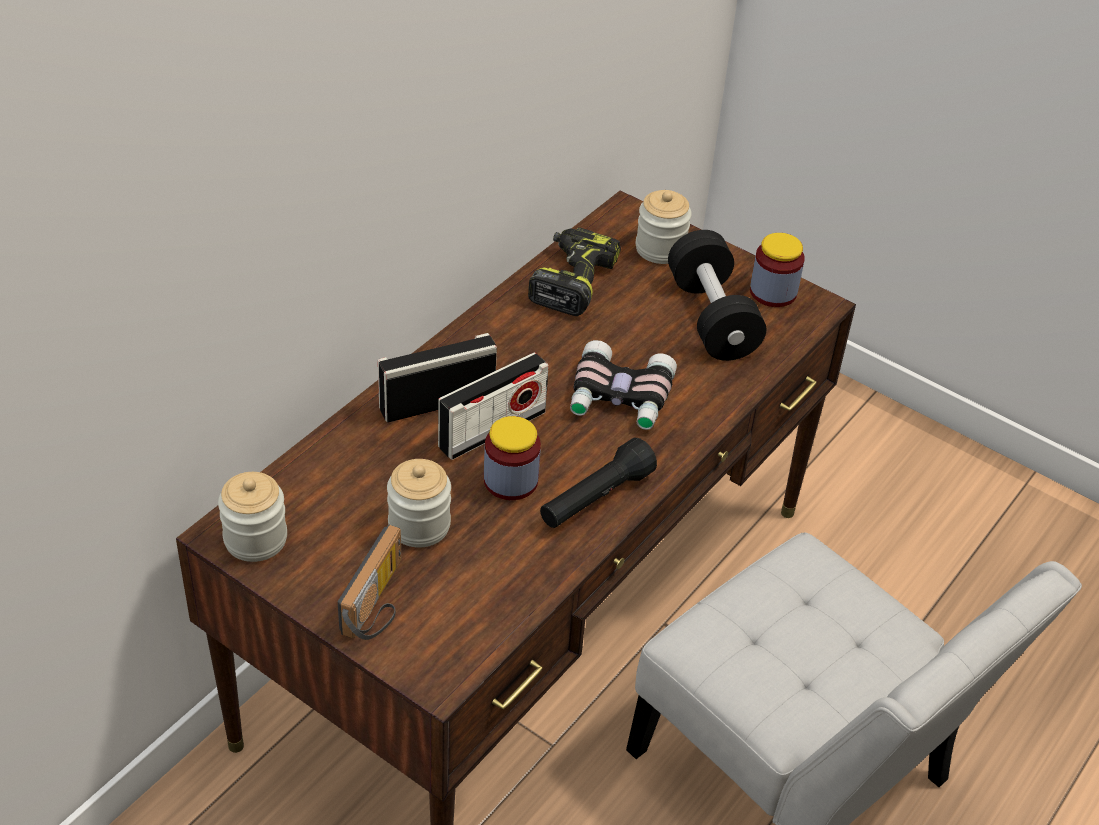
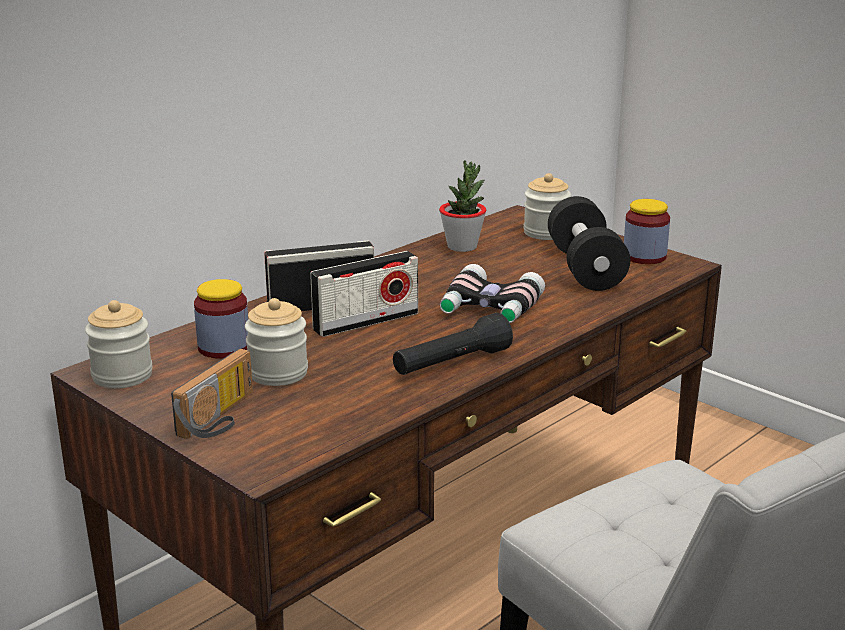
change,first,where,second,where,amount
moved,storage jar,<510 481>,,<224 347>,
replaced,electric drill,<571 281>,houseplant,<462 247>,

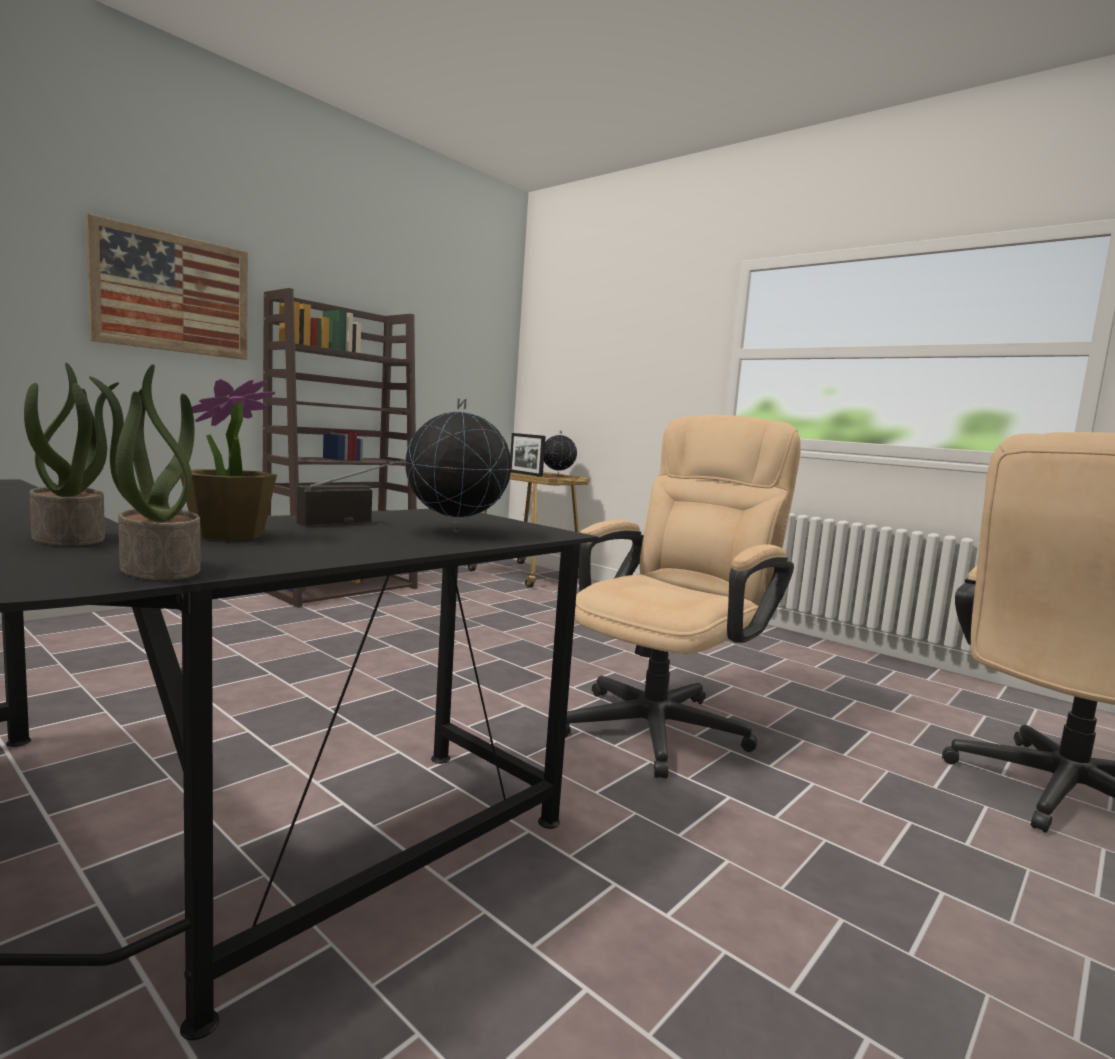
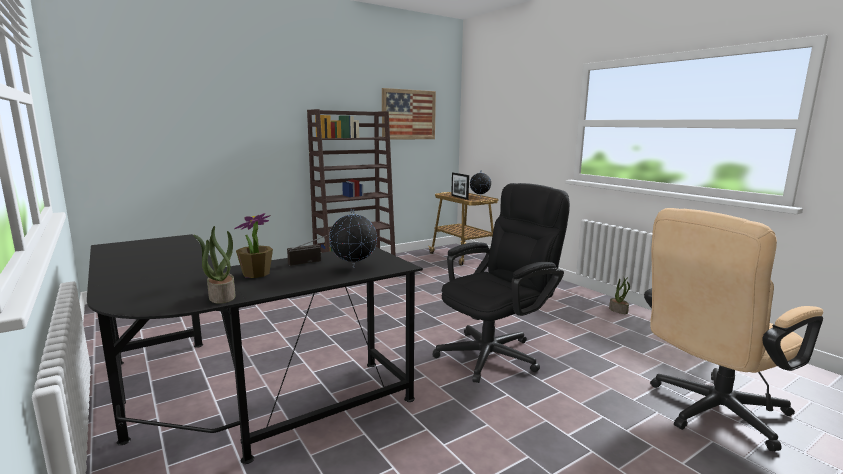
change,first,where,second,where,amount
moved,houseplant,<71 538>,,<618 310>,
moved,wall picture,<173 293>,,<408 114>,
recoloured,beige desk chair,<665 723>,black desk chair,<496 353>,

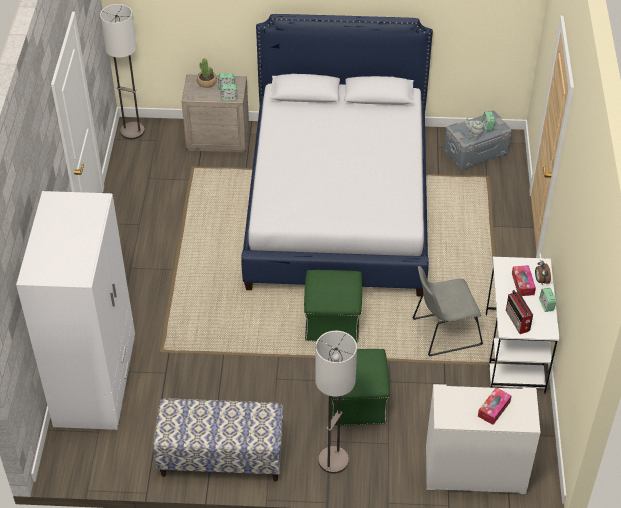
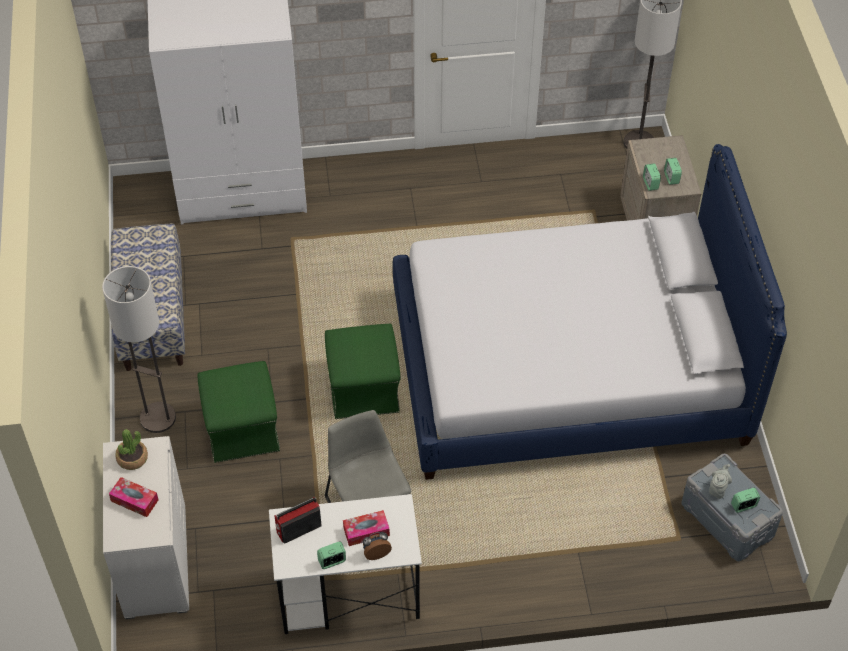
change,first,where,second,where,amount
moved,houseplant,<207 82>,,<132 458>,

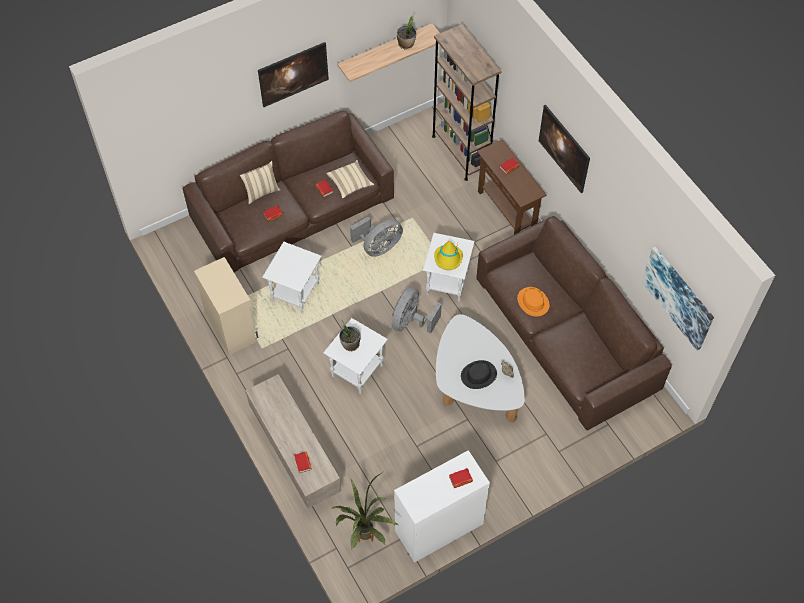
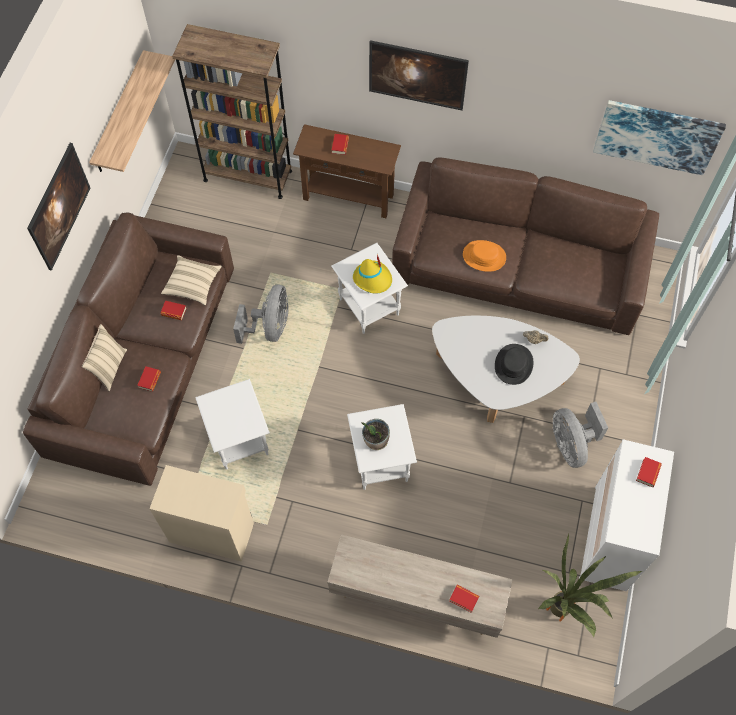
change,first,where,second,where,amount
removed,houseplant,<406 44>,,,
moved,grey electric fan,<411 322>,,<571 444>,

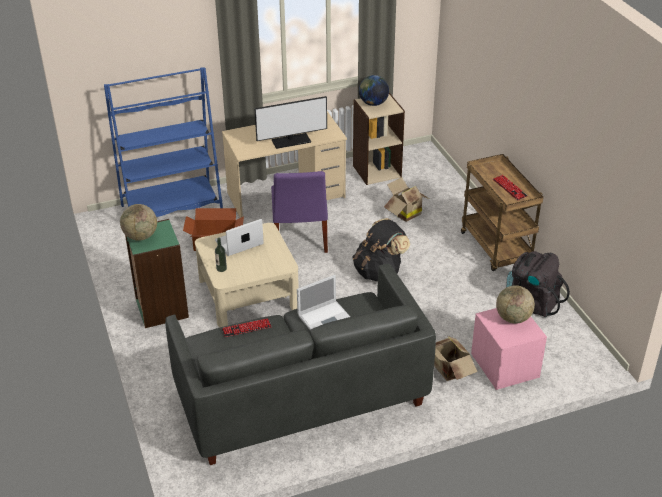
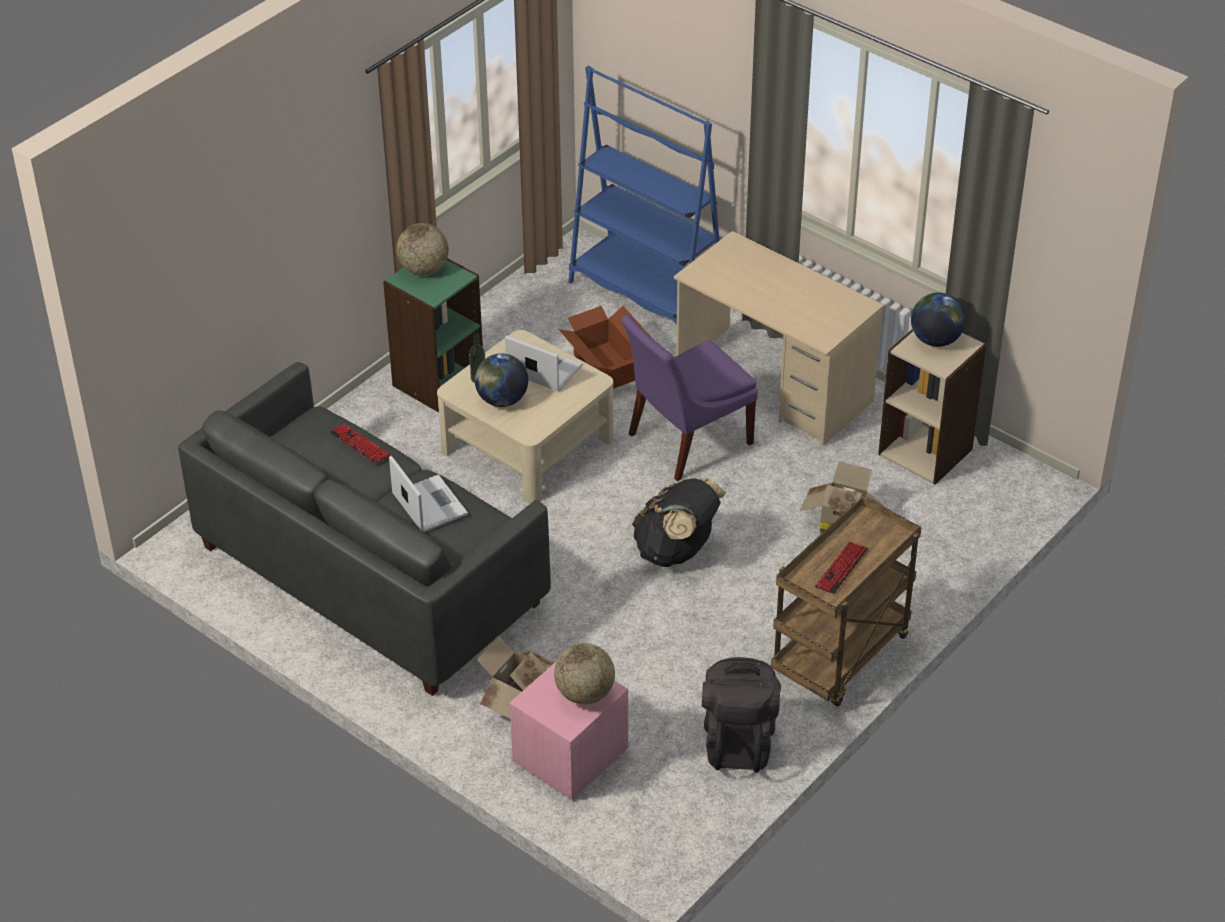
change,first,where,second,where,amount
removed,computer screen,<291 141>,,,
added,,,desk globe,<502 400>,
turned,laptop,<325 317>,,<428 503>,150 degrees counterclockwise

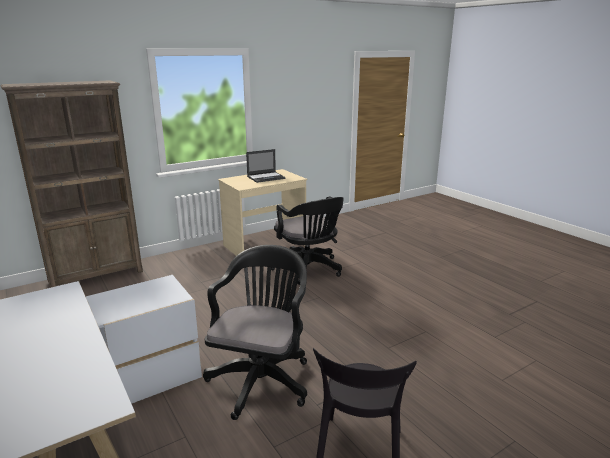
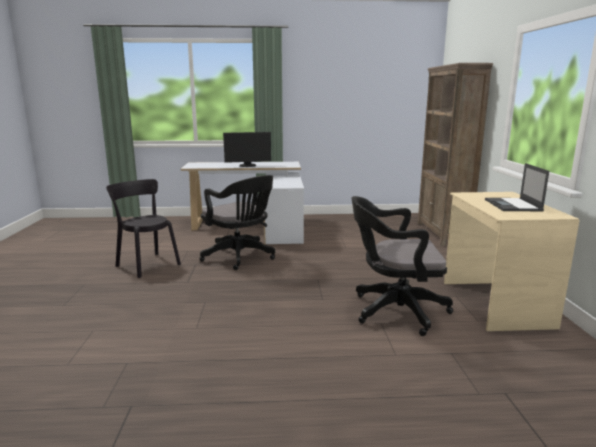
change,first,where,second,where,amount
added,,,computer screen,<247 166>,

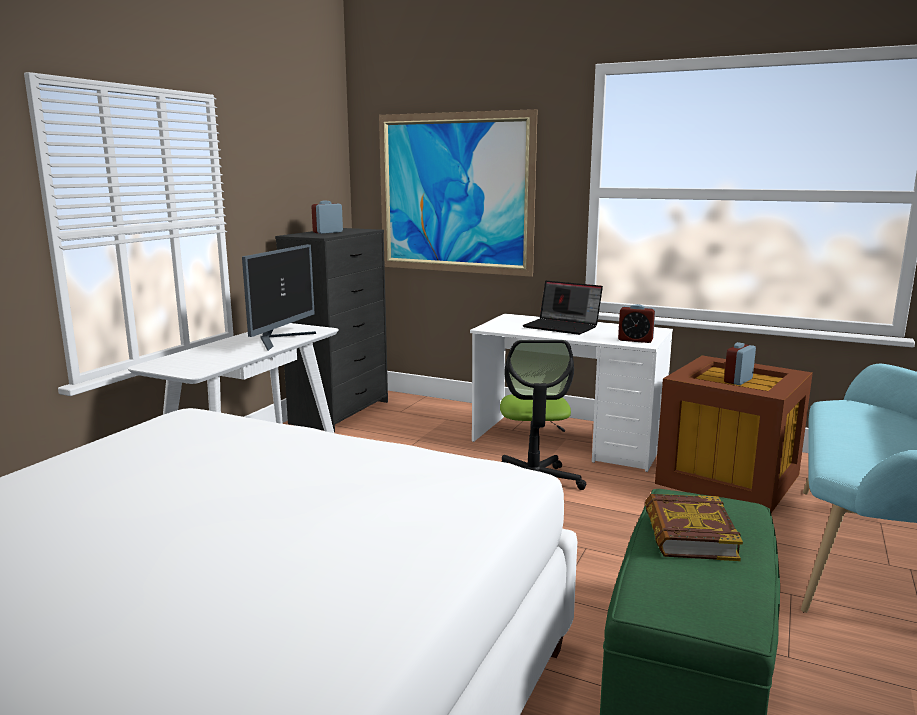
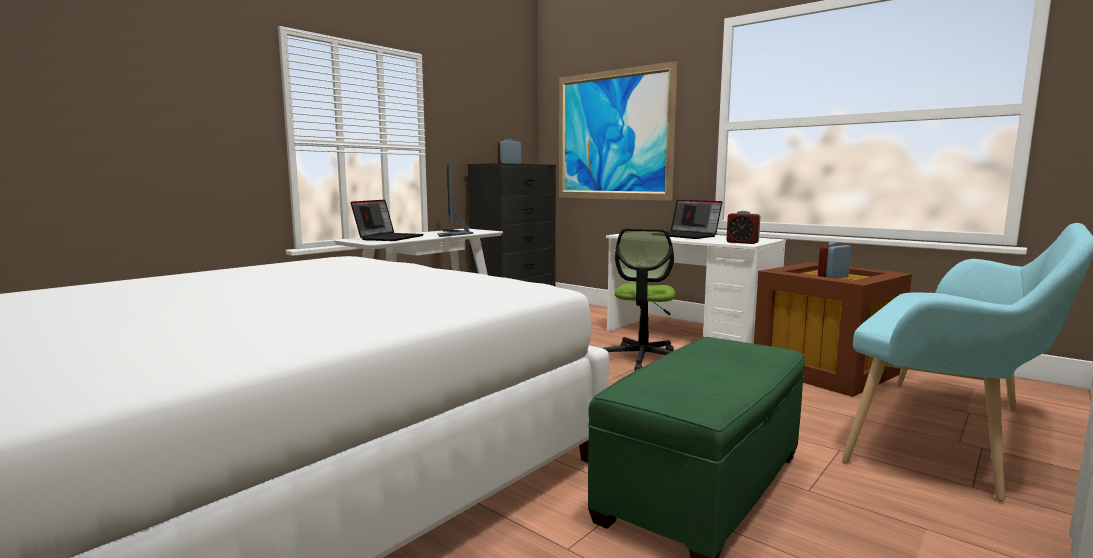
change,first,where,second,where,amount
removed,volume,<688 534>,,,
added,,,laptop,<389 238>,
turned,computer screen,<281 340>,,<454 234>,135 degrees clockwise

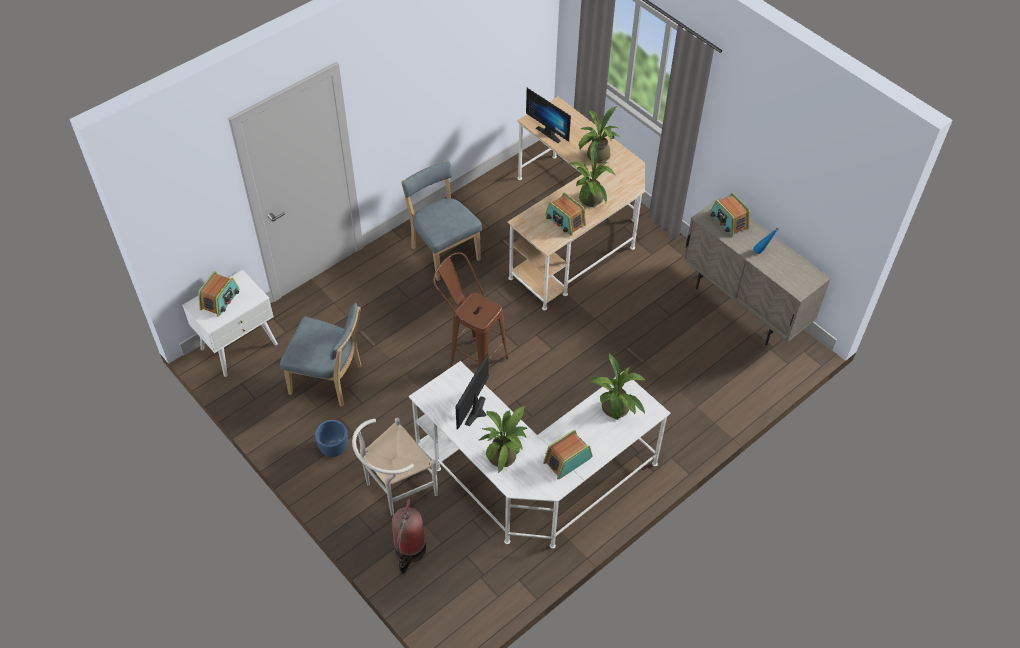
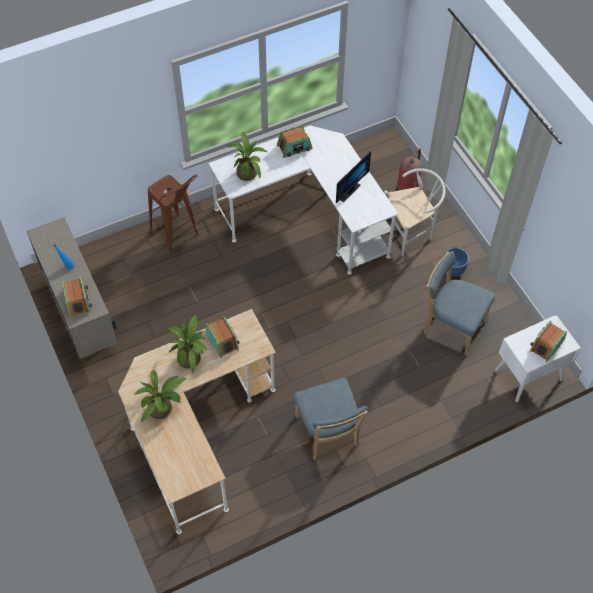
change,first,where,second,where,amount
removed,houseplant,<505 454>,,,
removed,computer screen,<550 132>,,,
moved,brown-coloured sitting stool,<471 359>,,<178 238>,

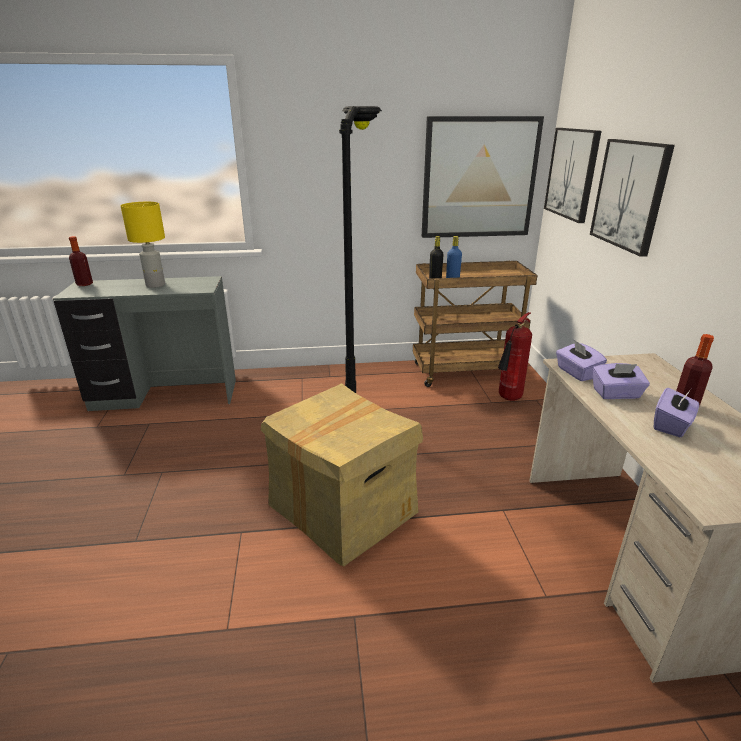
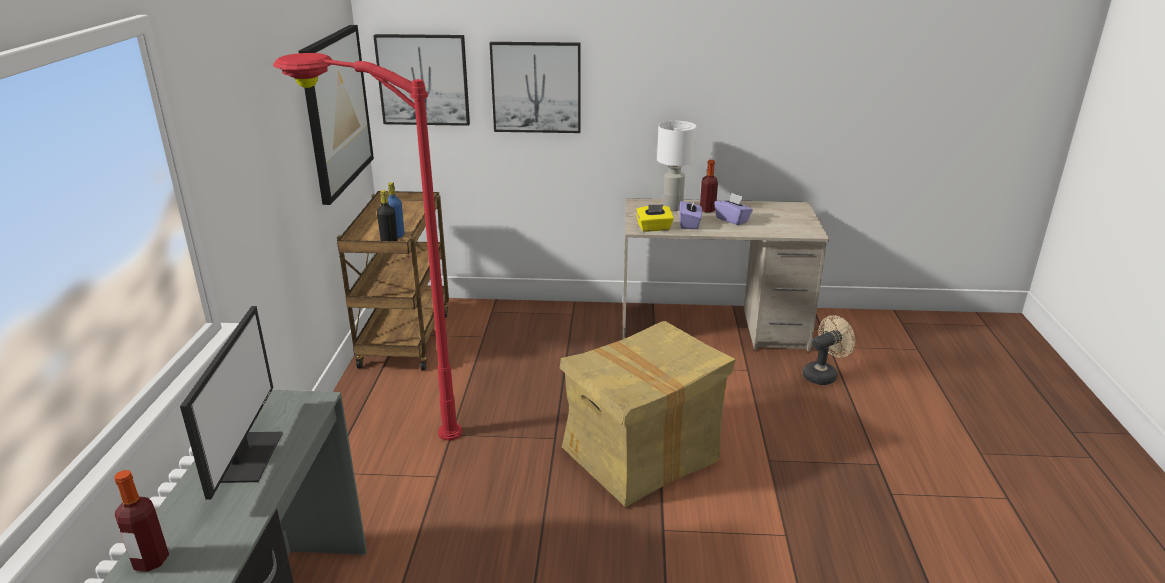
change,first,where,second,where,amount
removed,fire extinguisher,<508 399>,,,
added,,,white-coloured tabletop lamp,<673 208>,
added,,,beige electric fan,<823 374>,
replaced,yellowish tabletop lamp,<156 285>,computer screen,<245 456>,
recoloured,black standing lamp,<360 383>,red standing lamp,<383 419>,
recoloured,purplish tissue holder,<576 373>,yellowish tissue holder,<654 228>,

